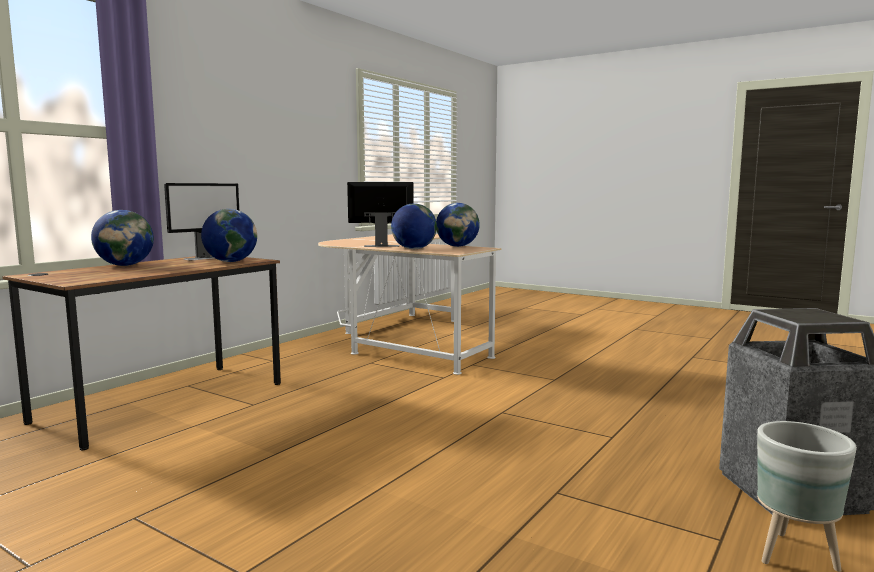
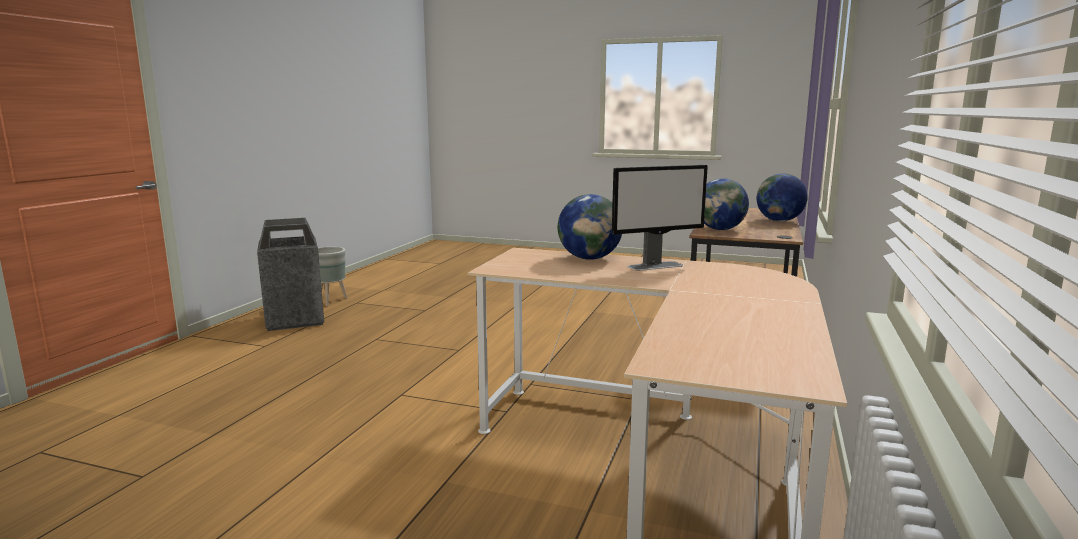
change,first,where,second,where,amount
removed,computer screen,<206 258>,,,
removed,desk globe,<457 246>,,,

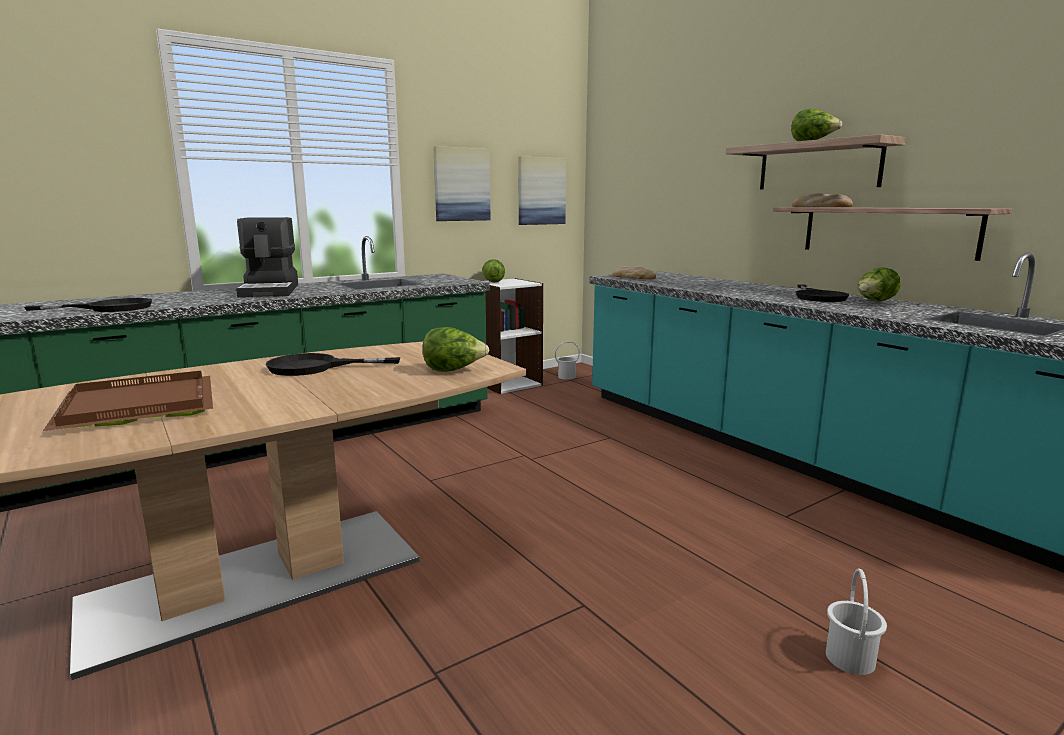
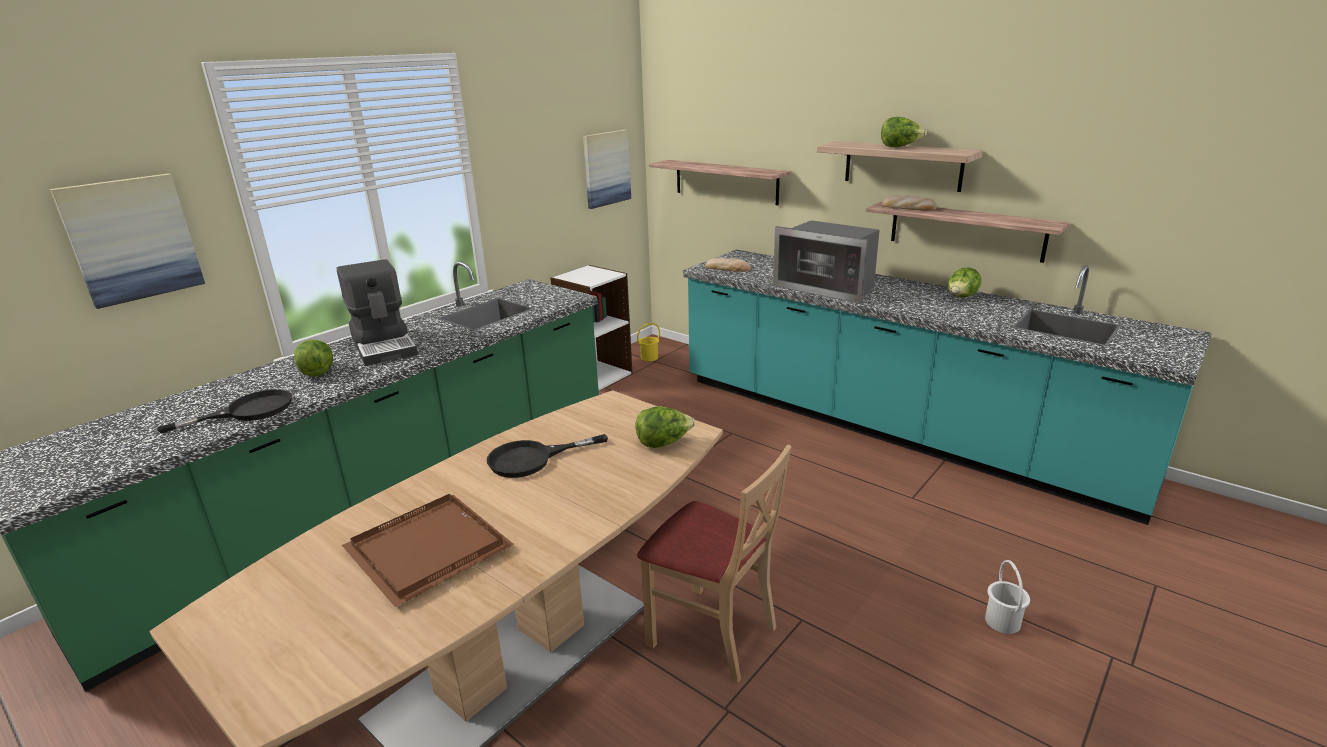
change,first,where,second,where,amount
removed,black skillet,<818 297>,,,
added,,,beige chair,<712 633>,
added,,,shelf,<725 181>,
added,,,microwave,<827 287>,
moved,wall picture,<461 184>,,<132 239>,
moved,head of lettuce,<493 282>,,<317 371>,
recoloured,white-coloured bucket,<566 377>,yellowish bucket,<649 357>,

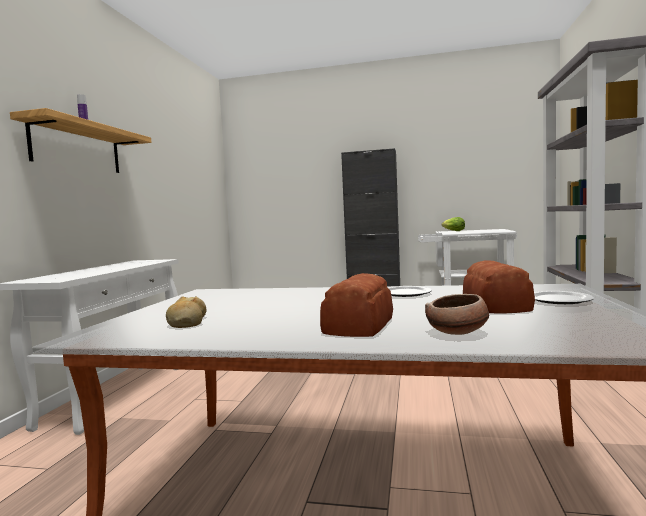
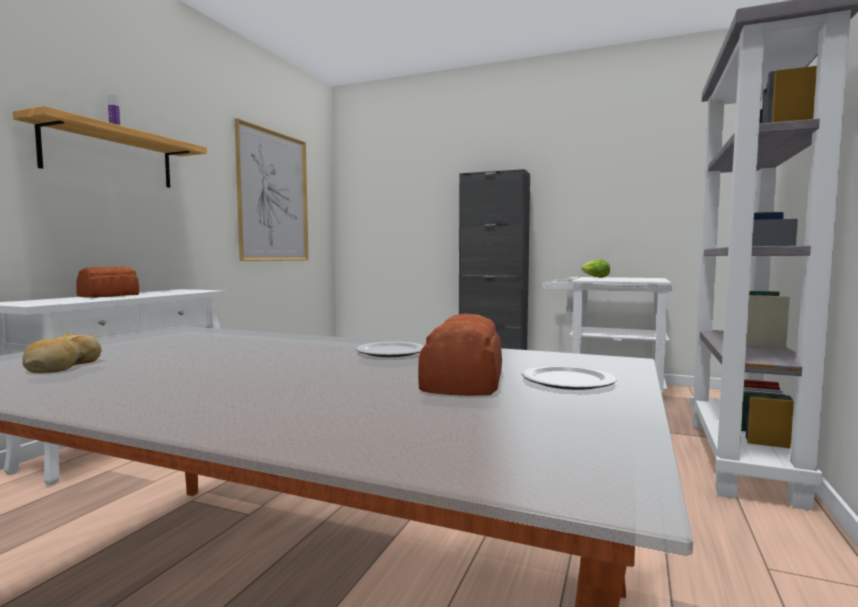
change,first,where,second,where,amount
removed,bowl,<458 333>,,,
added,,,wall picture,<273 196>,
moved,baked bread,<360 326>,,<110 296>,

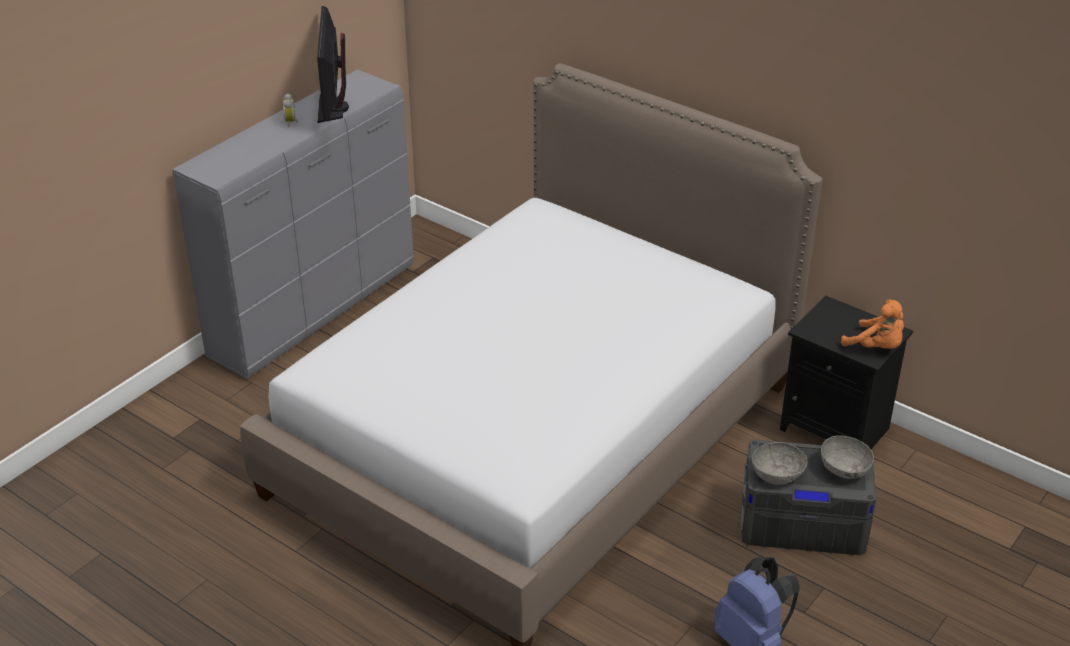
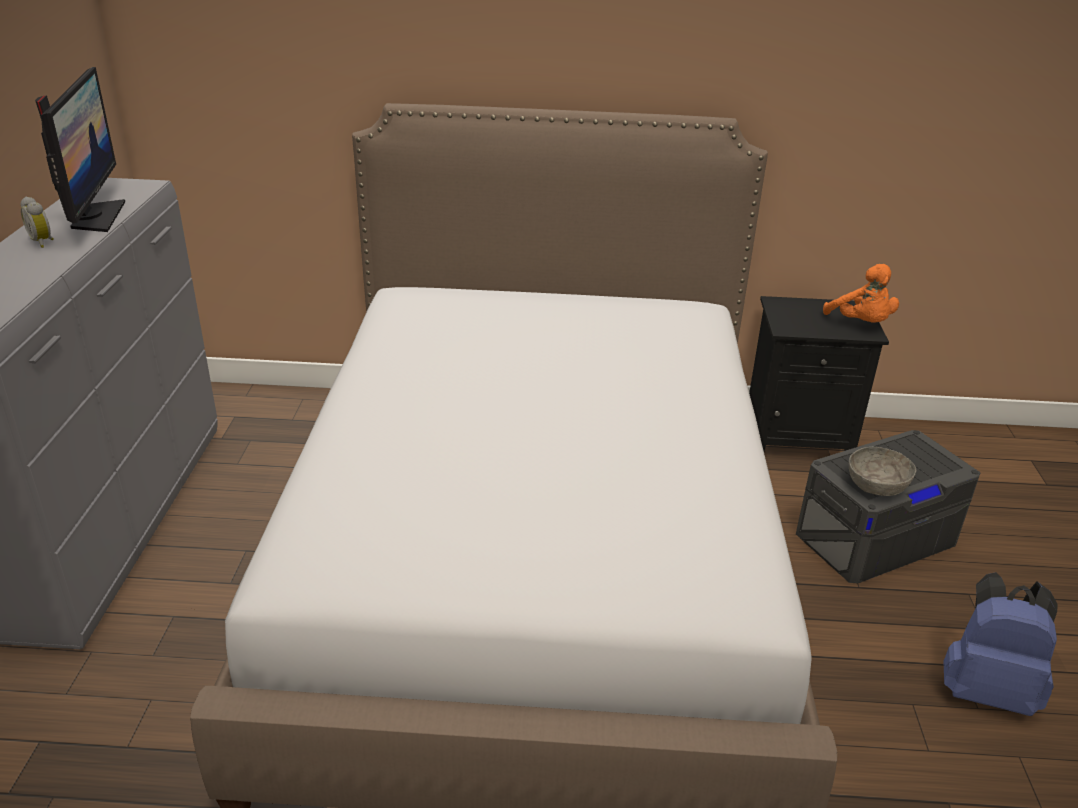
change,first,where,second,where,amount
removed,grey bowl,<844 468>,,,
turned,computer screen,<333 108>,,<94 217>,150 degrees counterclockwise
turned,orange soft toy,<876 347>,,<861 323>,60 degrees clockwise

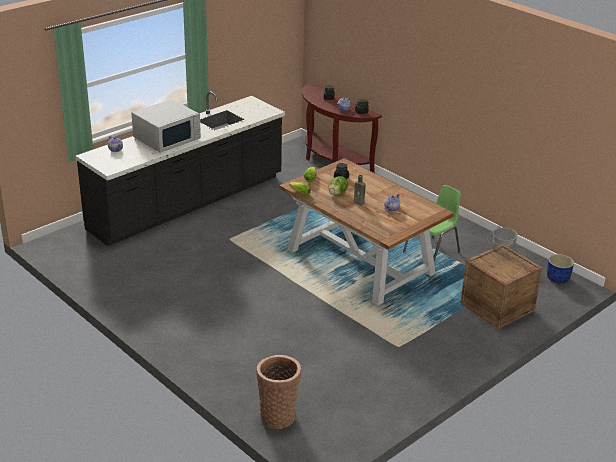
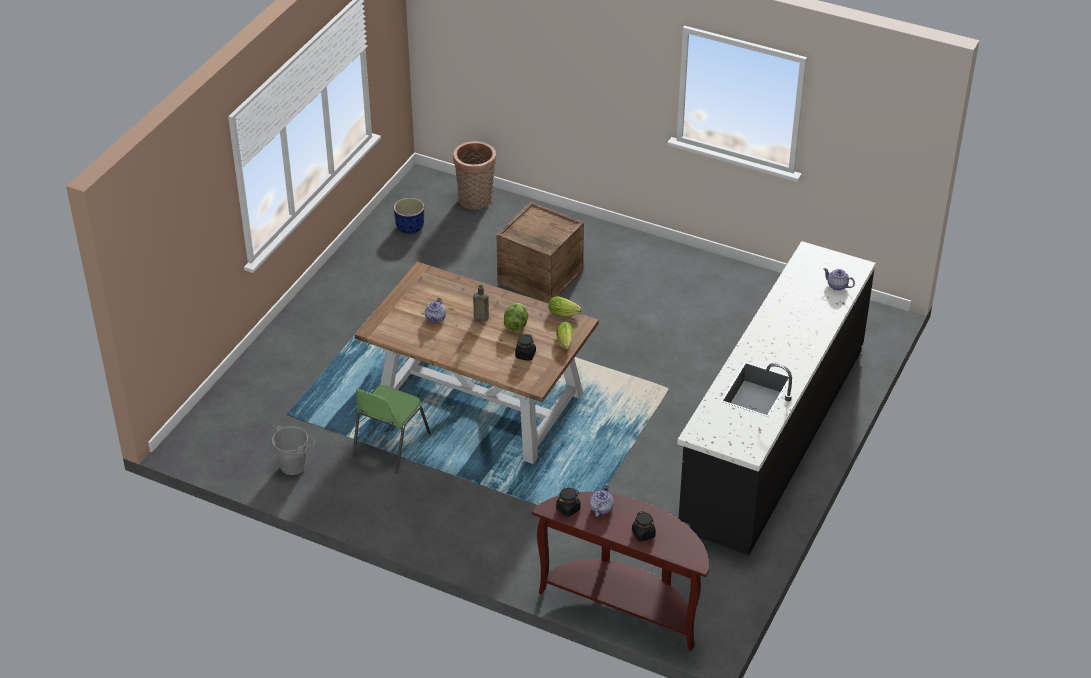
change,first,where,second,where,amount
removed,white-coloured microwave,<167 138>,,,
moved,packing crate,<497 307>,,<540 277>,
moved,blue-coloured plant pot,<557 279>,,<410 227>,

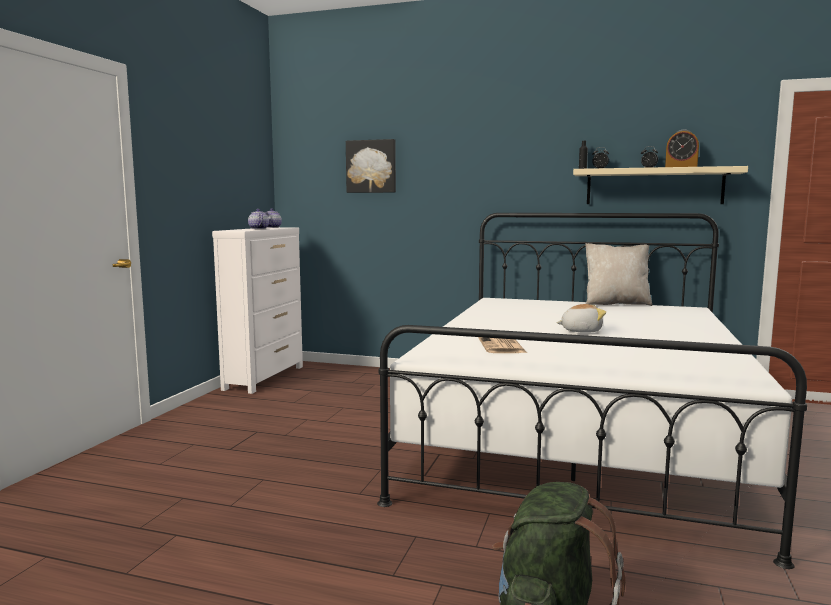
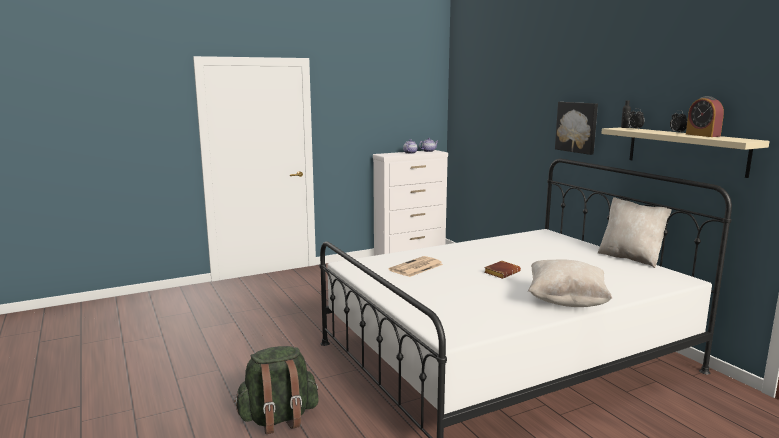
change,first,where,second,where,amount
added,,,beige pillow,<566 301>,
moved,wall picture,<371 166>,,<577 127>,
replaced,soft toy,<581 331>,brown-coloured volume,<501 272>,

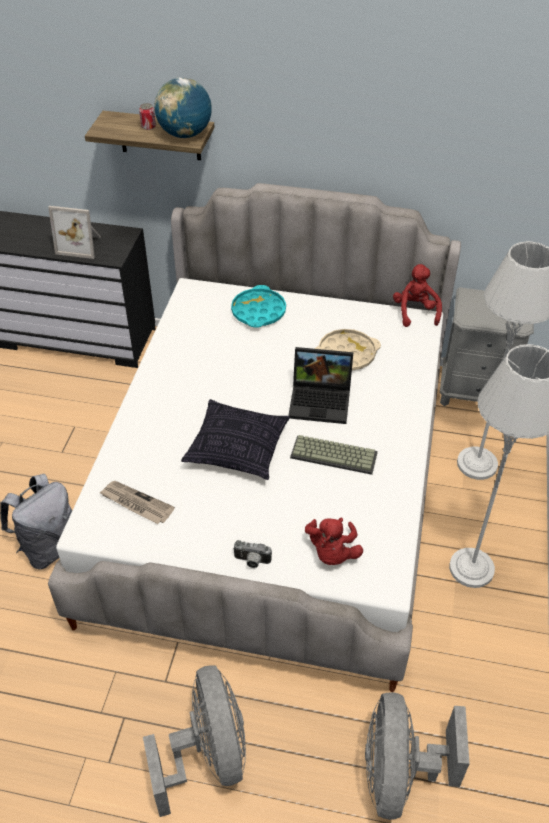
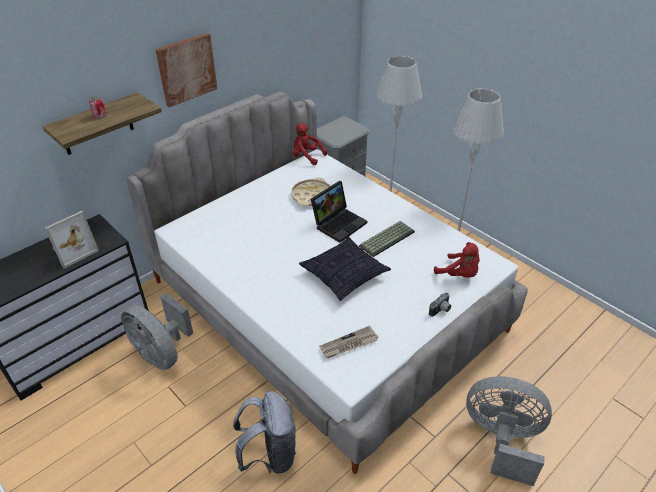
change,first,where,second,where,amount
removed,desk globe,<185 134>,,,
removed,blue-green carrying tray,<258 311>,,,
added,,,wall picture,<186 69>,
moved,grey electric fan,<399 773>,,<162 353>,

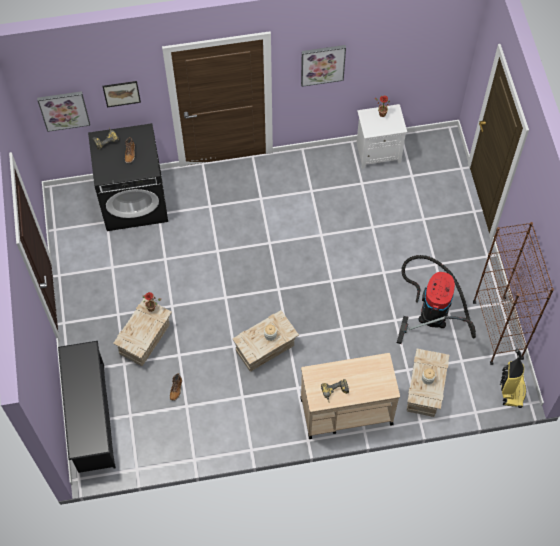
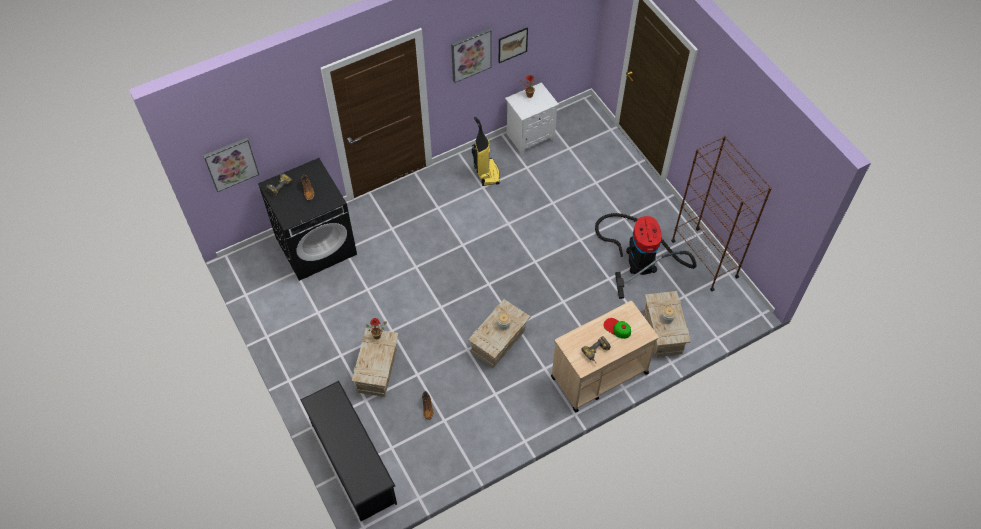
change,first,where,second,where,amount
added,,,baseball cap,<617 328>,
moved,wall picture,<121 93>,,<512 44>,
moved,vacuum cleaner,<511 390>,,<486 173>,

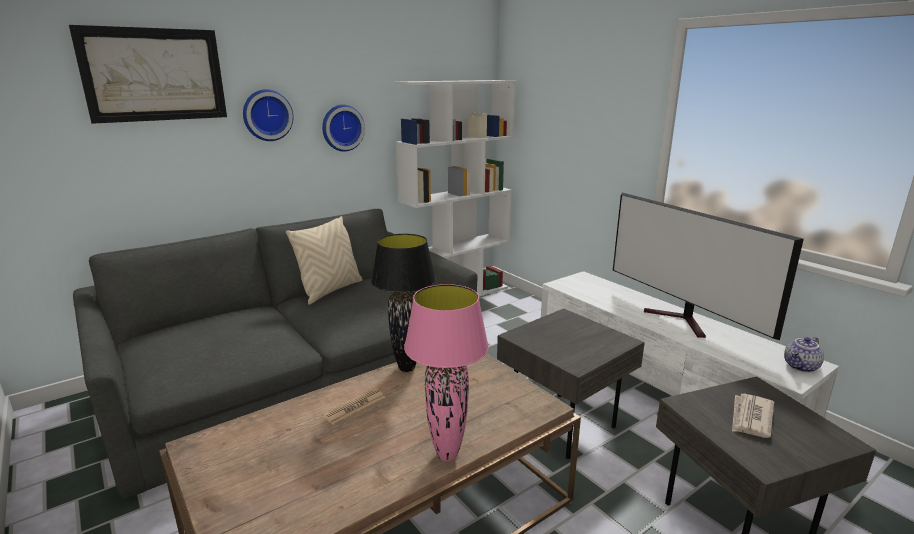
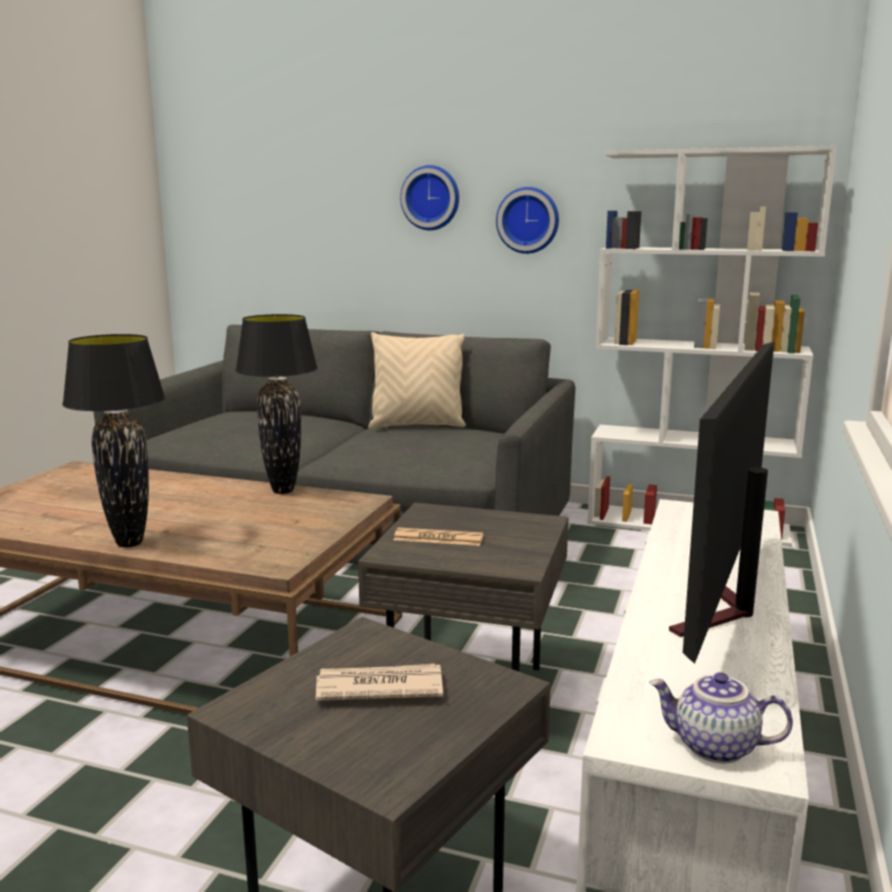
change,first,where,second,where,amount
removed,wall picture,<154 75>,,,
moved,newspaper,<354 406>,,<438 538>,
recoloured,pink-coloured tabletop lamp,<447 454>,black tabletop lamp,<130 543>,

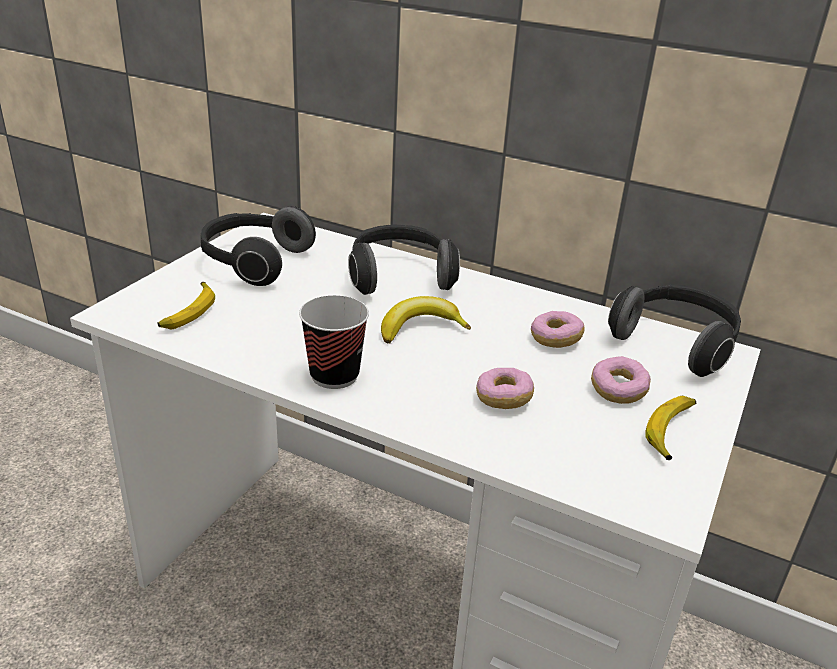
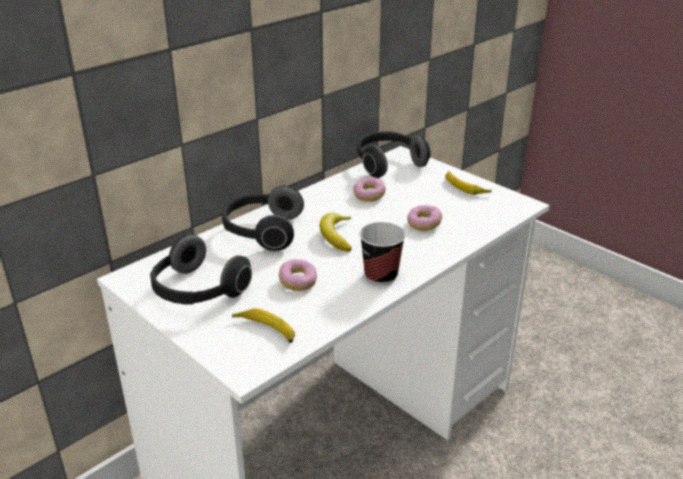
change,first,where,second,where,amount
moved,ring doughnut,<618 390>,,<298 282>,

